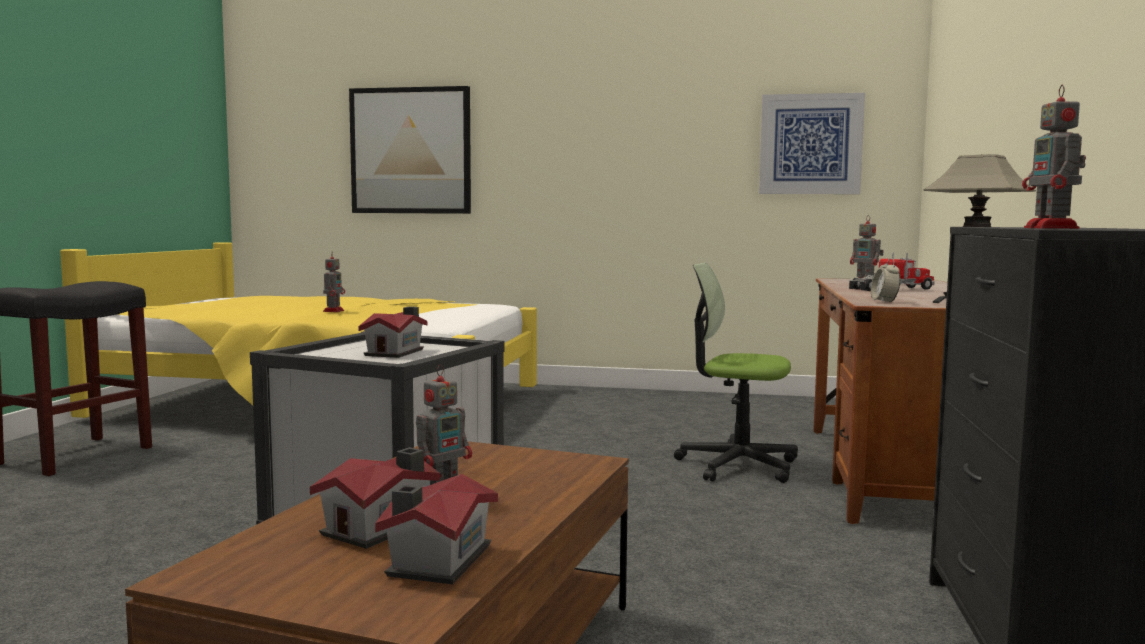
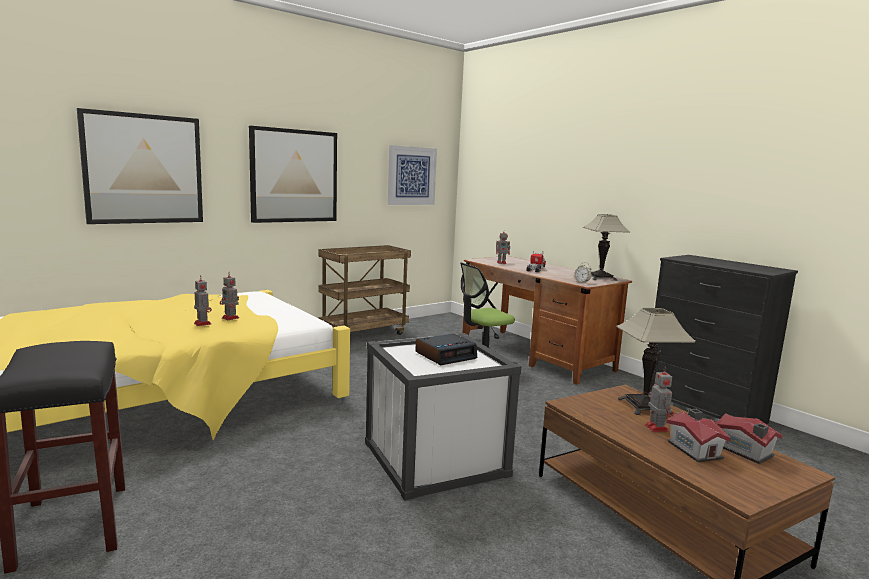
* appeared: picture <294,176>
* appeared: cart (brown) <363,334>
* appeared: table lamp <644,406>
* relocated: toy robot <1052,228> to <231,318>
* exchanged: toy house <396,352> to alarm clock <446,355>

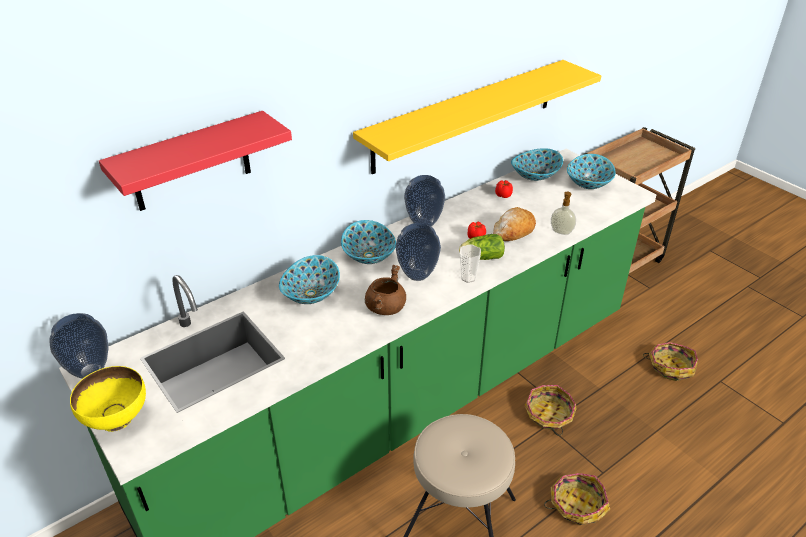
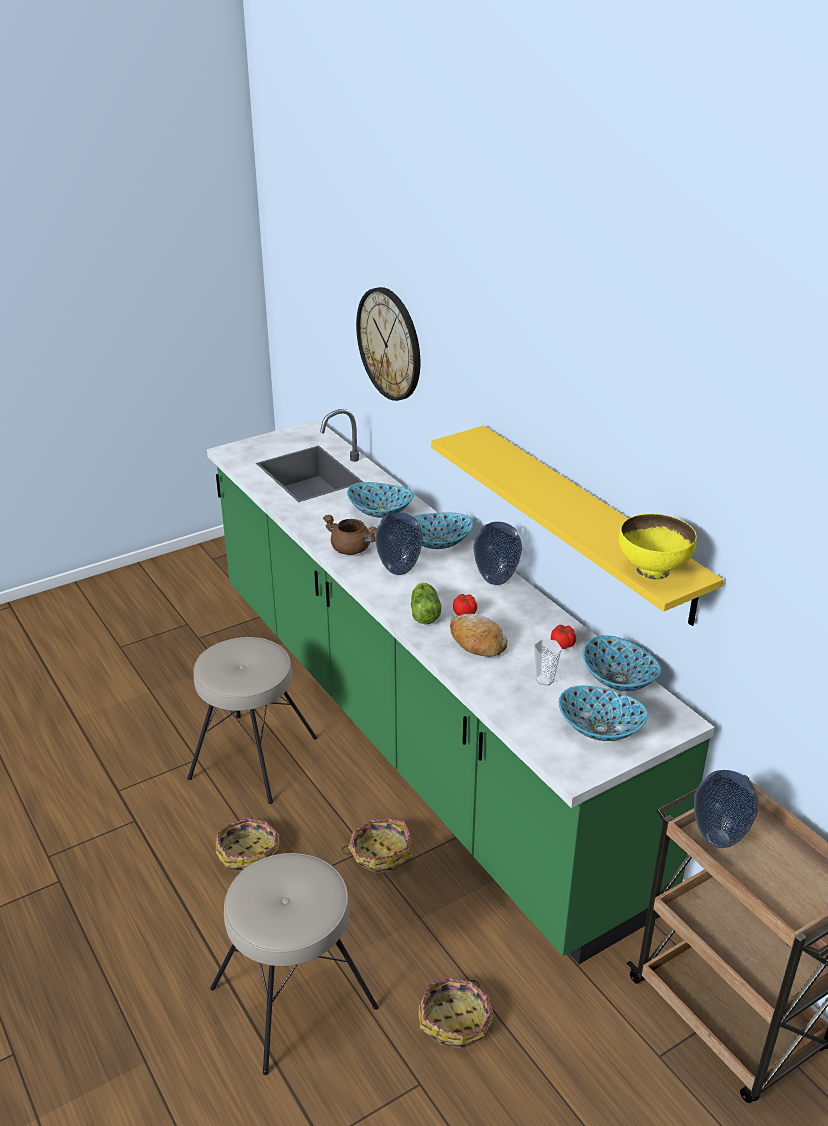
* missing: soap dispenser <561,232>
* appeared: stool (beige) <295,998>
* relocated: vase <90,370> to <719,839>
* relocated: bowl (yellow) <117,420> to <652,571>
* relocated: cup <468,278> to <544,680>
* exchanged: shelf (red) <191,162> to wall clock <390,344>

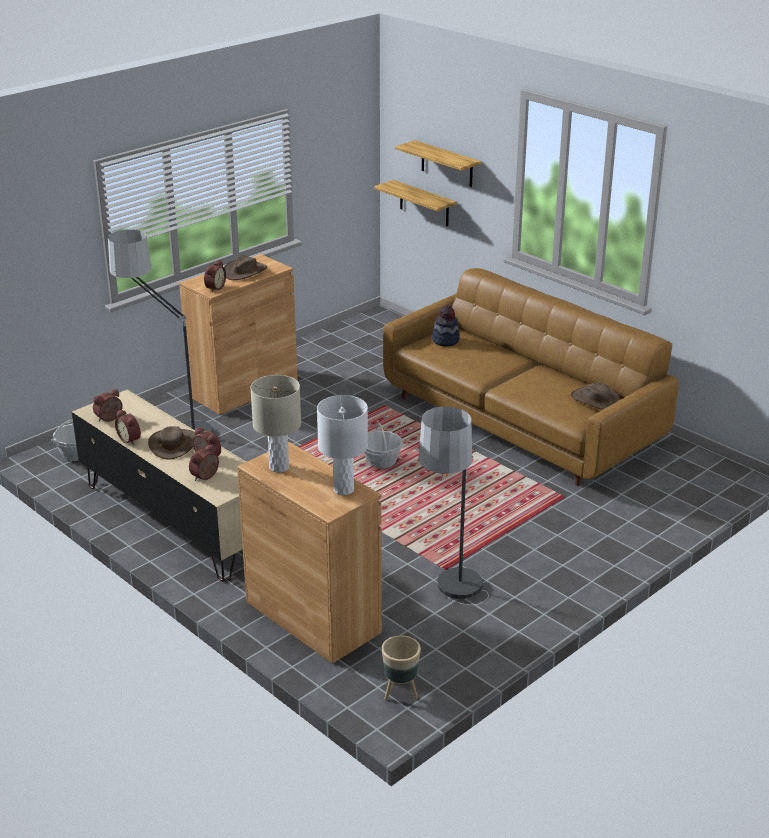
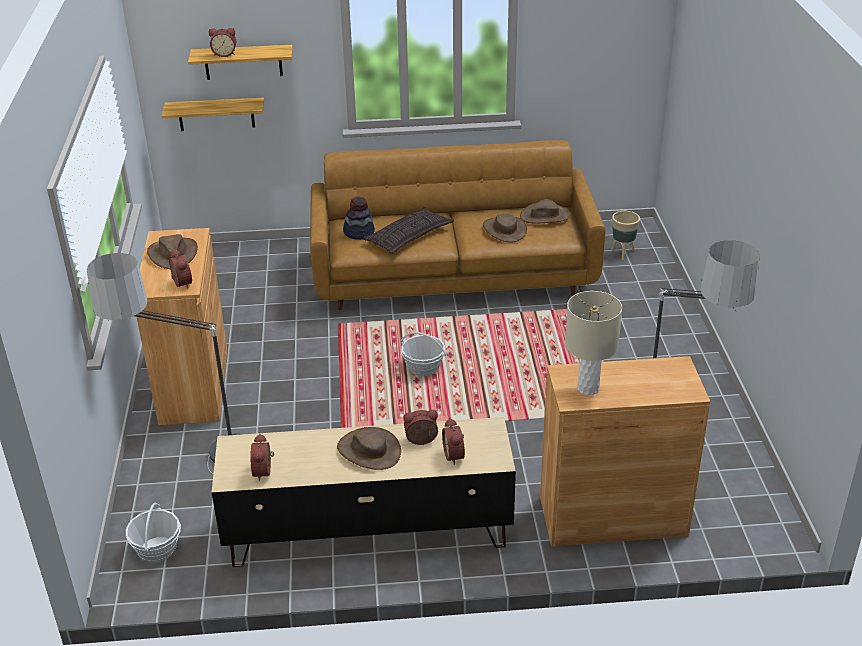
* missing: table lamp (white) <343,490>
* appeared: pillow <409,236>
* appeared: hat (brown) <504,230>
* relocated: alarm clock <130,439> to <224,54>
* relocated: planter (beige) <400,693> to <623,253>

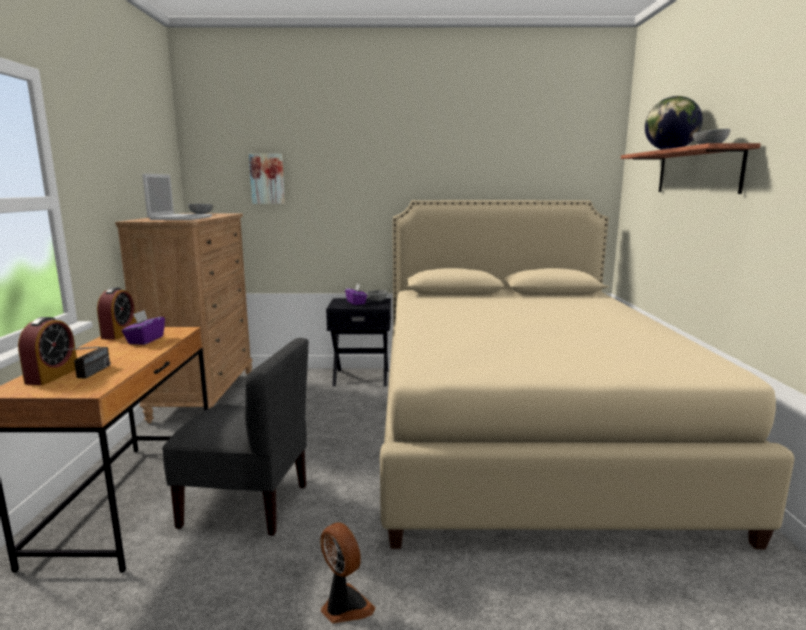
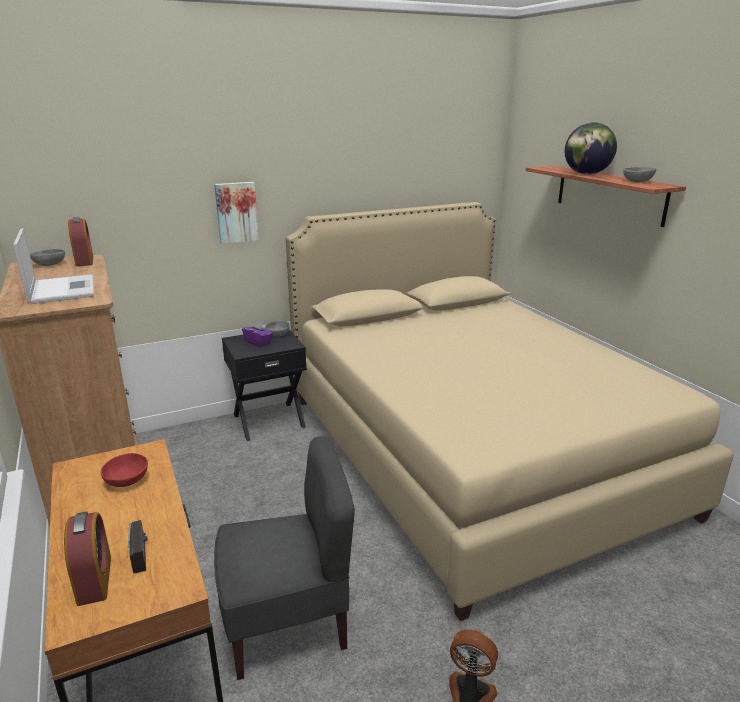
* relocated: alarm clock <119,334> to <84,261>
* relocated: picture <267,179> to <236,212>
* exchanged: tissue box (purple) <145,340> to bowl (red) <127,481>

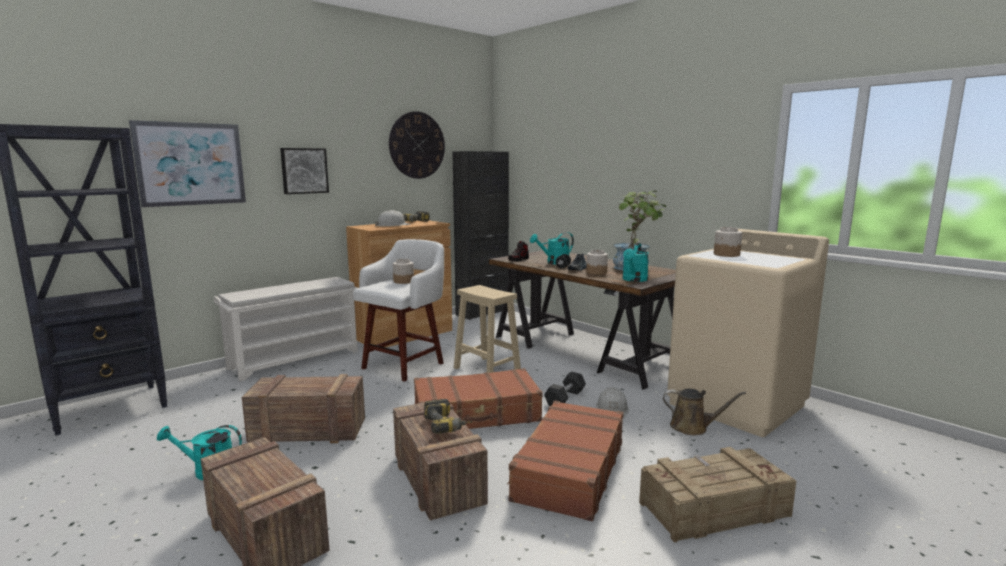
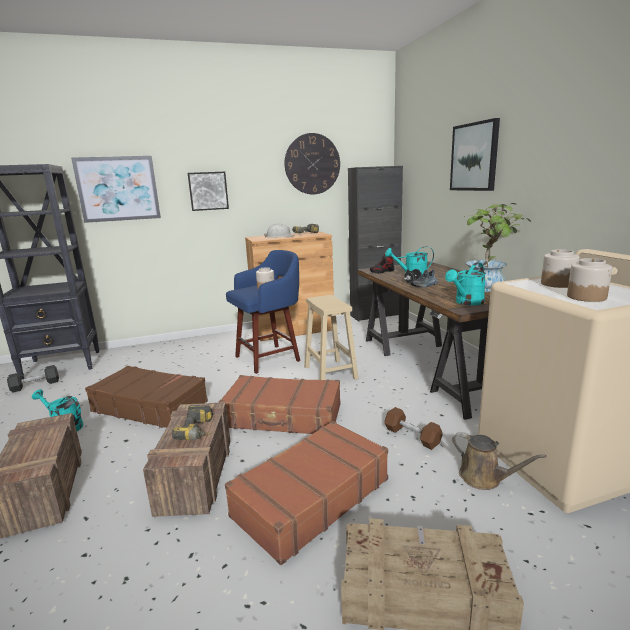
* missing: shoe rack (white) <295,359>
* appeared: picture <474,157>
* relocated: dumbbell (grey) <565,398> to <35,385>
* relocated: jar <596,272> to <586,297>
* exchanged: crate <306,431> to suitcase (brown) <150,406>
* exchanged: hard hat (white) <612,409> to dumbbell (brown) <412,436>
* colour: stool (white) <405,365> to stool (blue) <269,358>

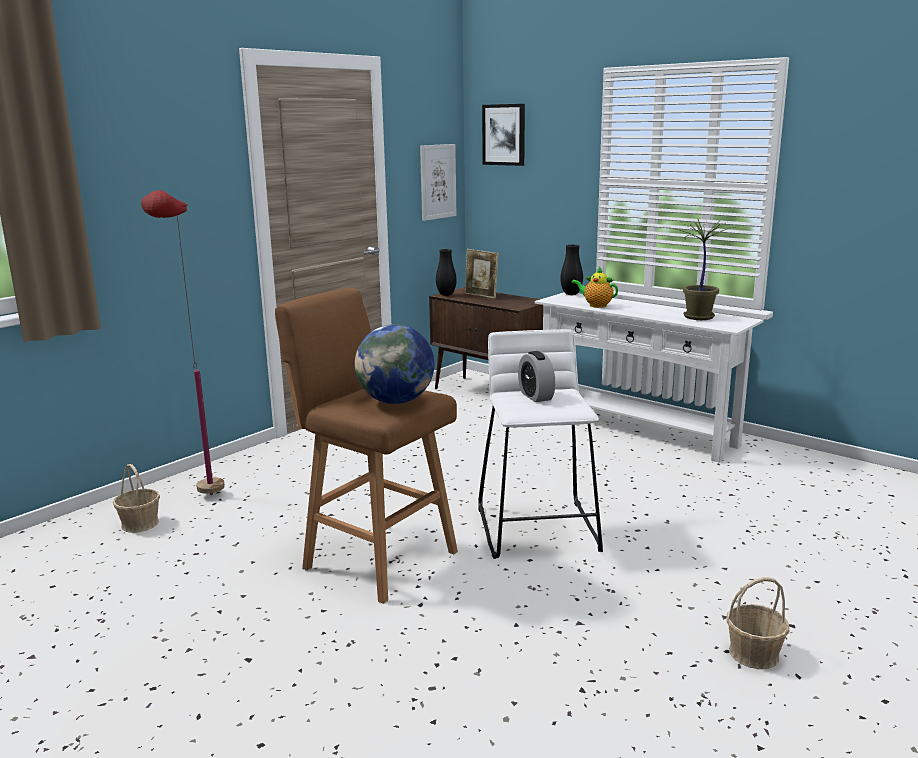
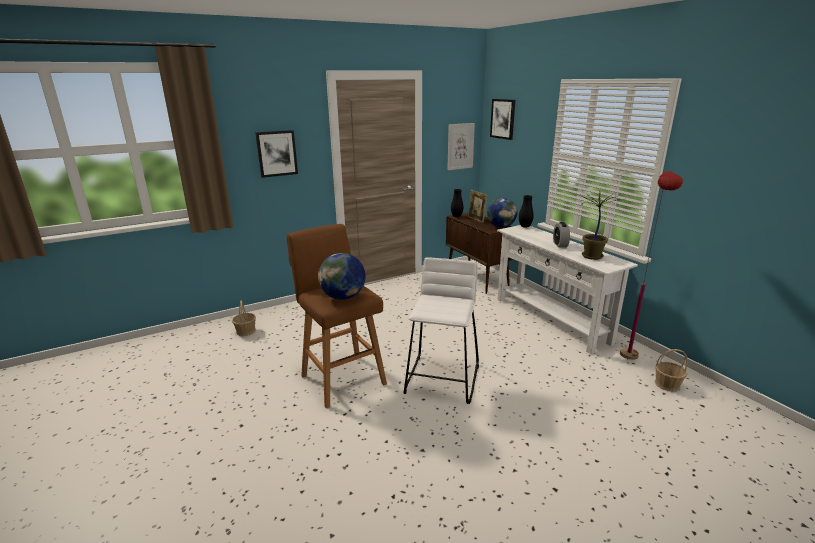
* missing: teapot <596,305>
* appeared: picture <277,153>
* appeared: globe <501,226>
* relocated: floor lamp (red) <205,505> to <629,367>
* relocated: alarm clock <536,396> to <560,244>
* relocated: basket <754,654> to <667,384>

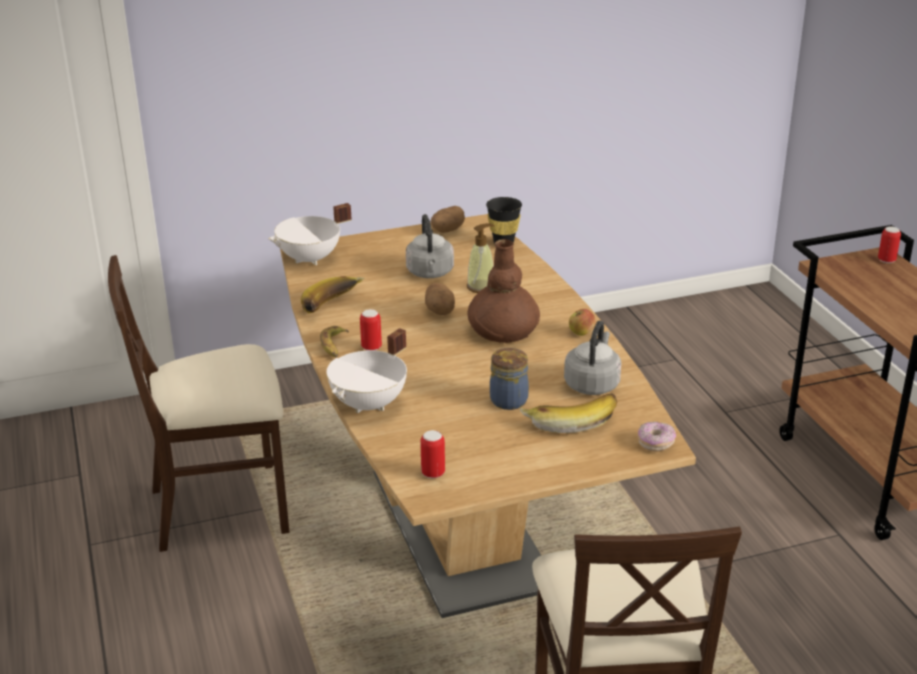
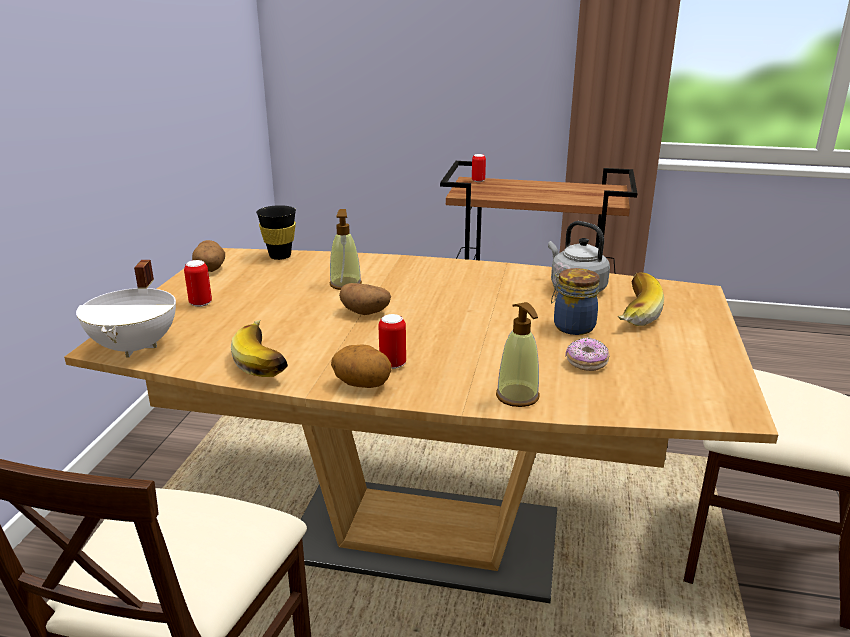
* missing: kettle (grey) <430,273>
* missing: vase (brown) <502,331>
* missing: apple <581,333>
* relocated: can <433,473> to <200,303>
* relocated: donut <655,443> to <586,363>
* exchanged: banana <334,346> to potato <362,384>
* exchanged: cooking pot (white) <370,404> to soap dispenser <517,396>

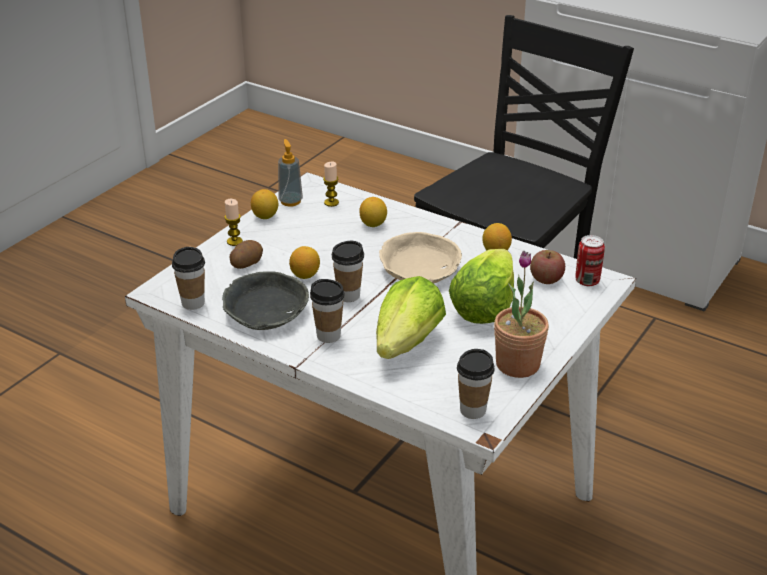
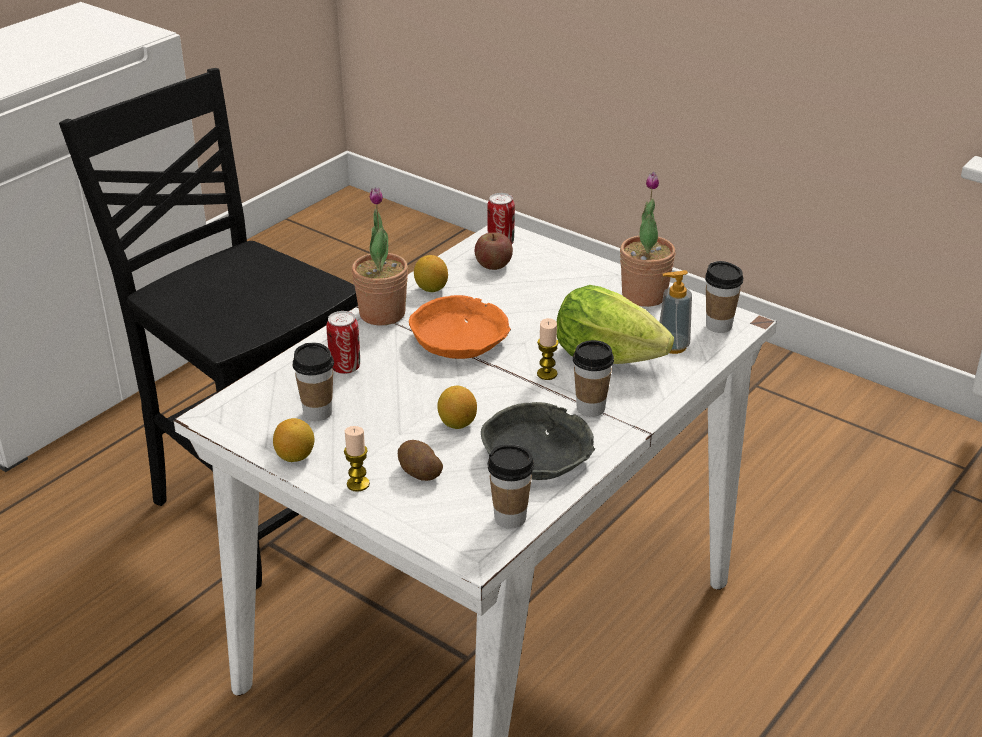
* missing: lettuce <483,308>
* appeared: potted plant <382,314>
* relocated: soap dispenser <290,201> to <672,346>
* relocated: candle <331,202> to <547,374>
* relocated: cup <348,295> to <318,412>
* exchanged: lemon <373,224> to can <345,367>
* colour: bowl (beige) <419,269> to bowl (orange) <460,340>

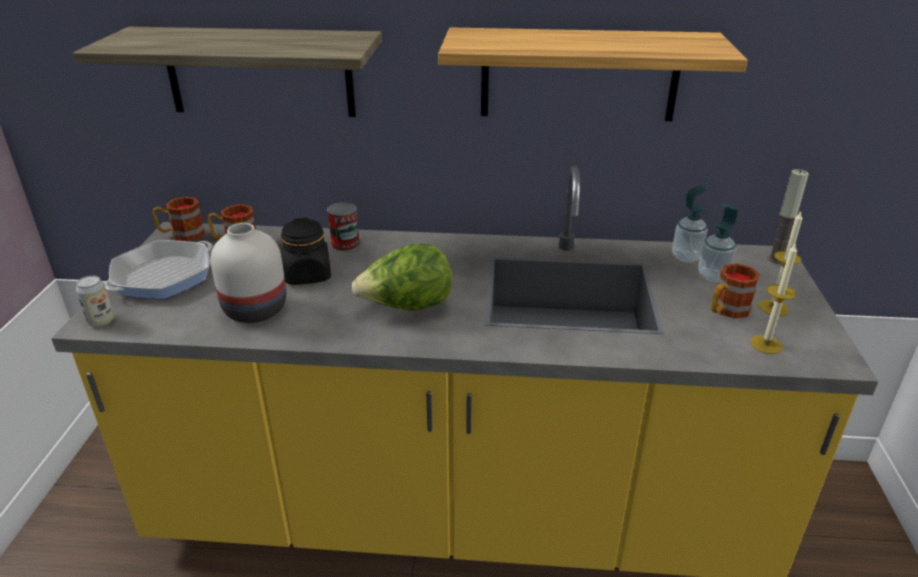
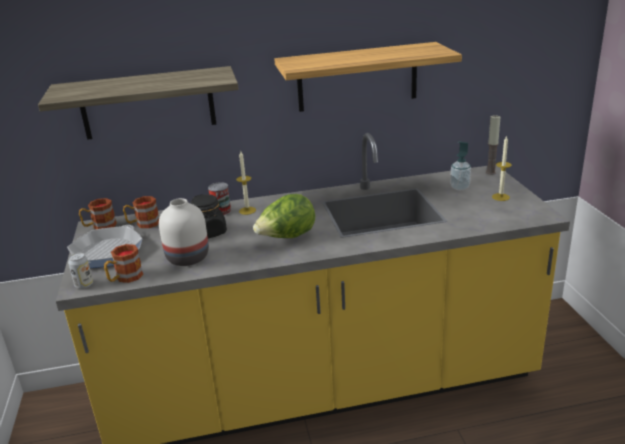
* missing: soap dispenser <686,257>
* relocated: mug <726,310> to <125,278>
* relocated: candle <766,344> to <247,210>

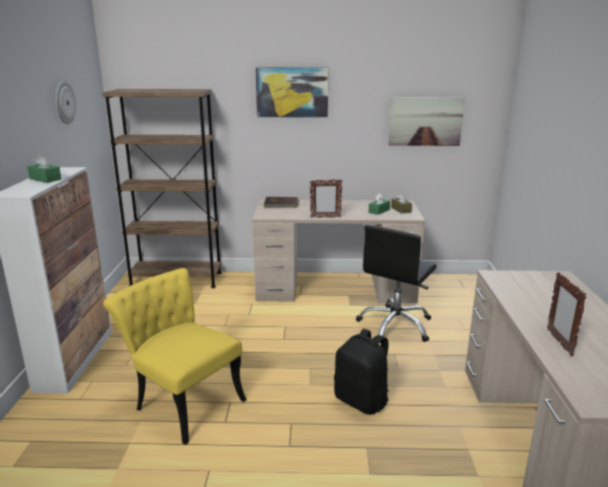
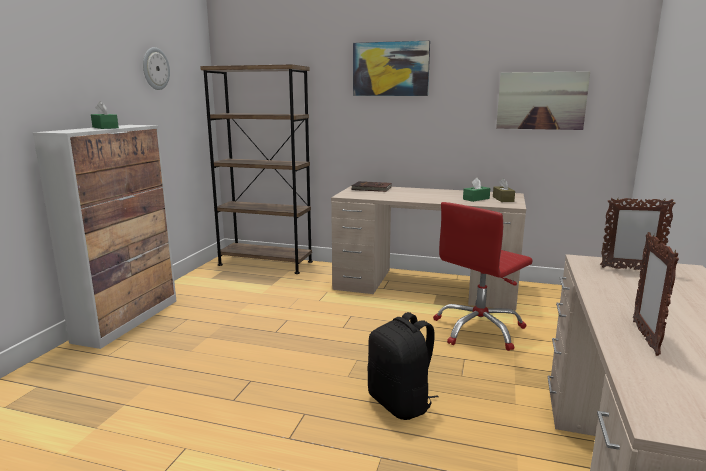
* missing: chair (yellow) <183,401>
* relocated: picture frame <325,217> to <629,269>
* colour: office chair (black) <395,325> to office chair (red) <479,330>

